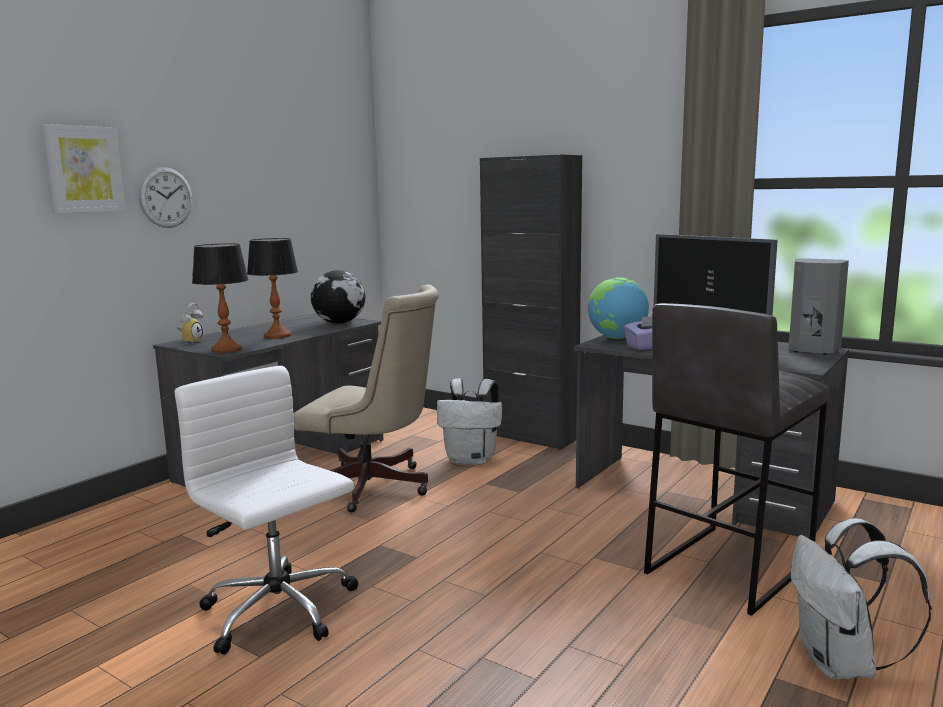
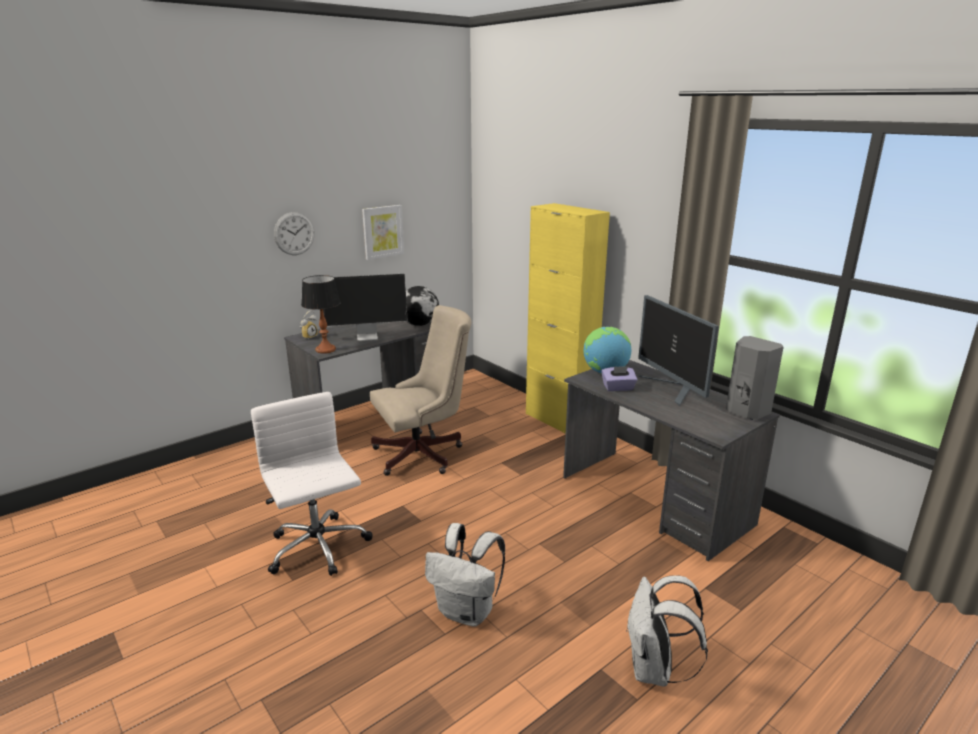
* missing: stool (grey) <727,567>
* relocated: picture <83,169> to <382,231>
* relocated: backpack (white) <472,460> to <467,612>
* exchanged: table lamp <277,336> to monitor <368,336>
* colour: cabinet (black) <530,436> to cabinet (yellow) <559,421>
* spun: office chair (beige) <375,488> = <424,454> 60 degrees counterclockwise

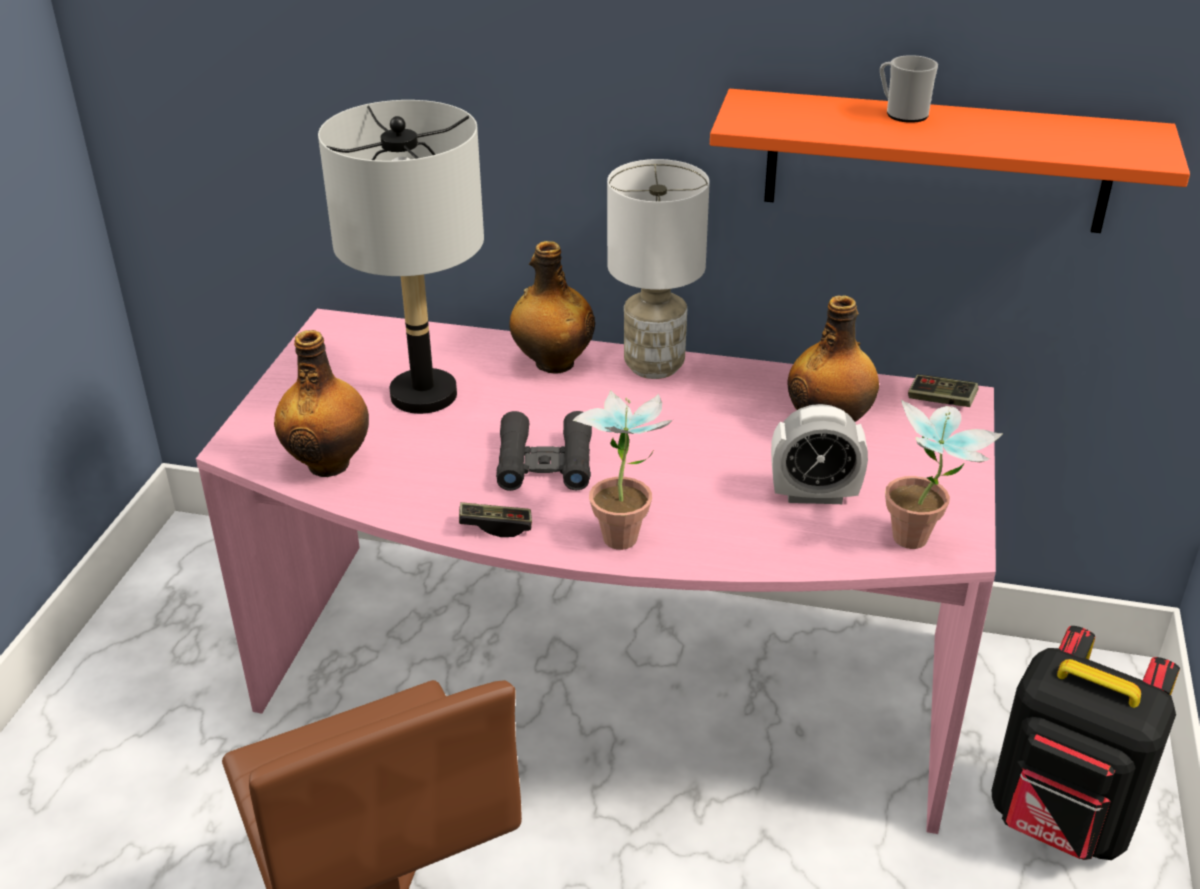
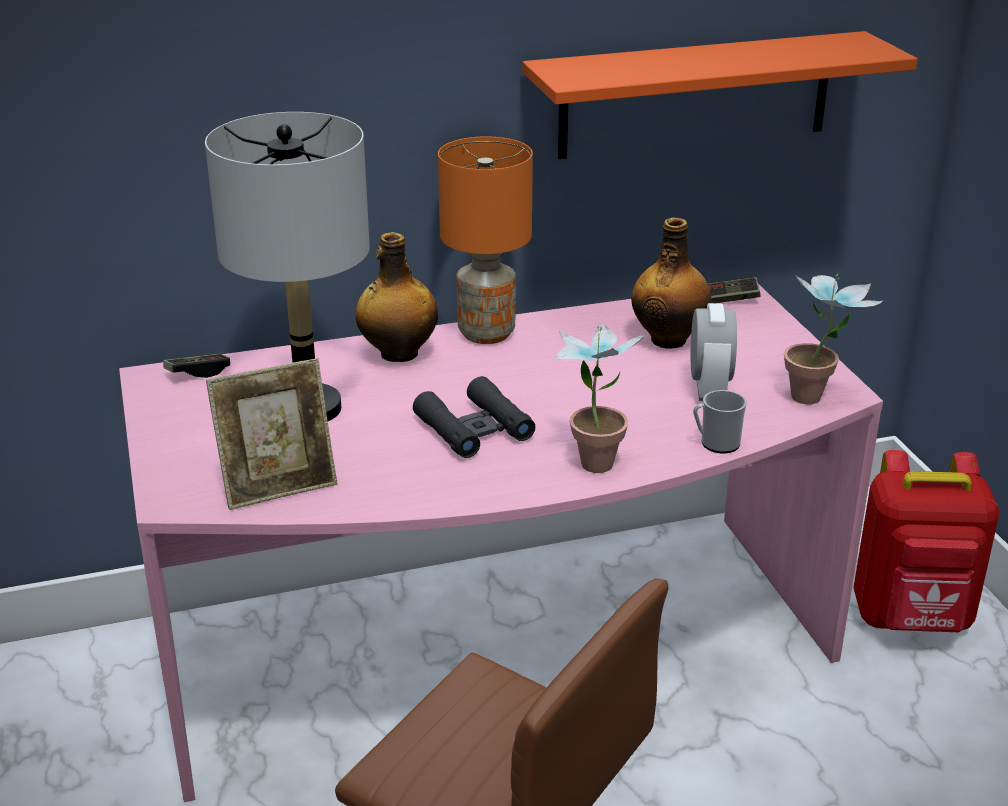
* relocated: game controller <496,527> to <198,373>
* relocated: mug <902,114> to <715,443>
* exchanged: bottle <329,463> to picture frame <279,486>
* colour: table lamp (white) <655,365> to table lamp (orange) <487,333>
* colour: backpack (black) <1060,822> to backpack (red) <912,619>
* spun: alarm clock <814,495> = <709,389> 60 degrees counterclockwise

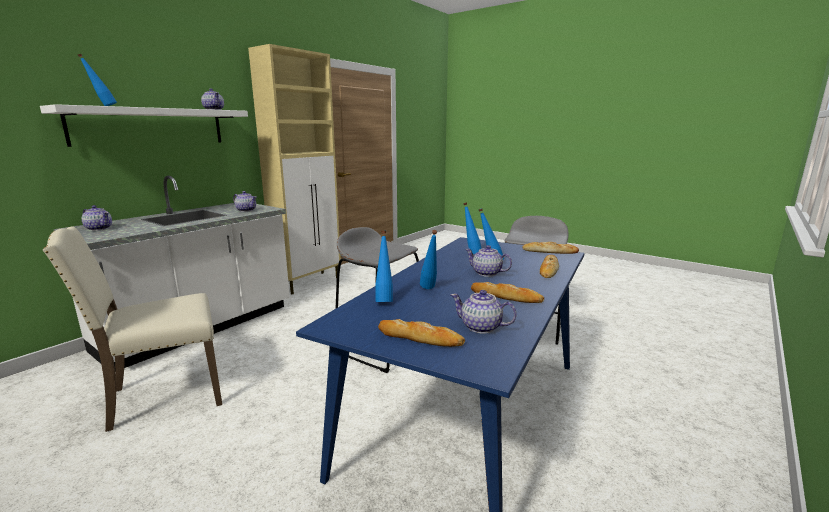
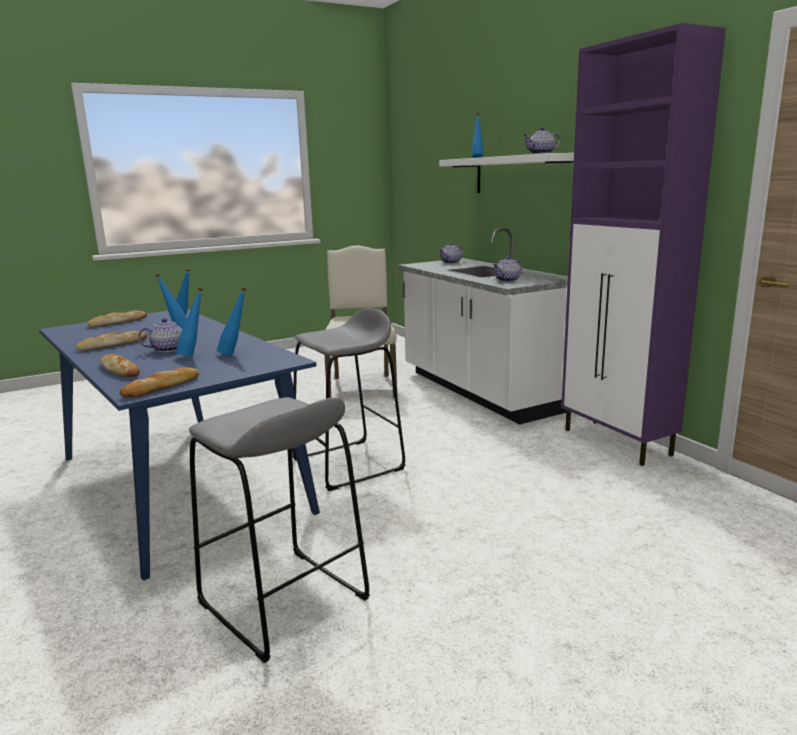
* missing: teapot <481,327>
* colour: cabinet (beige) <309,282> to cabinet (purple) <617,442>

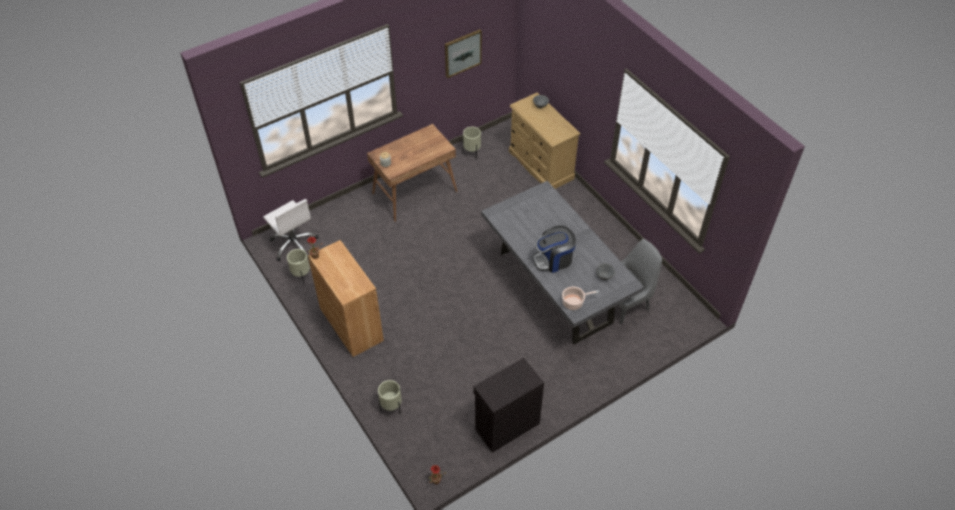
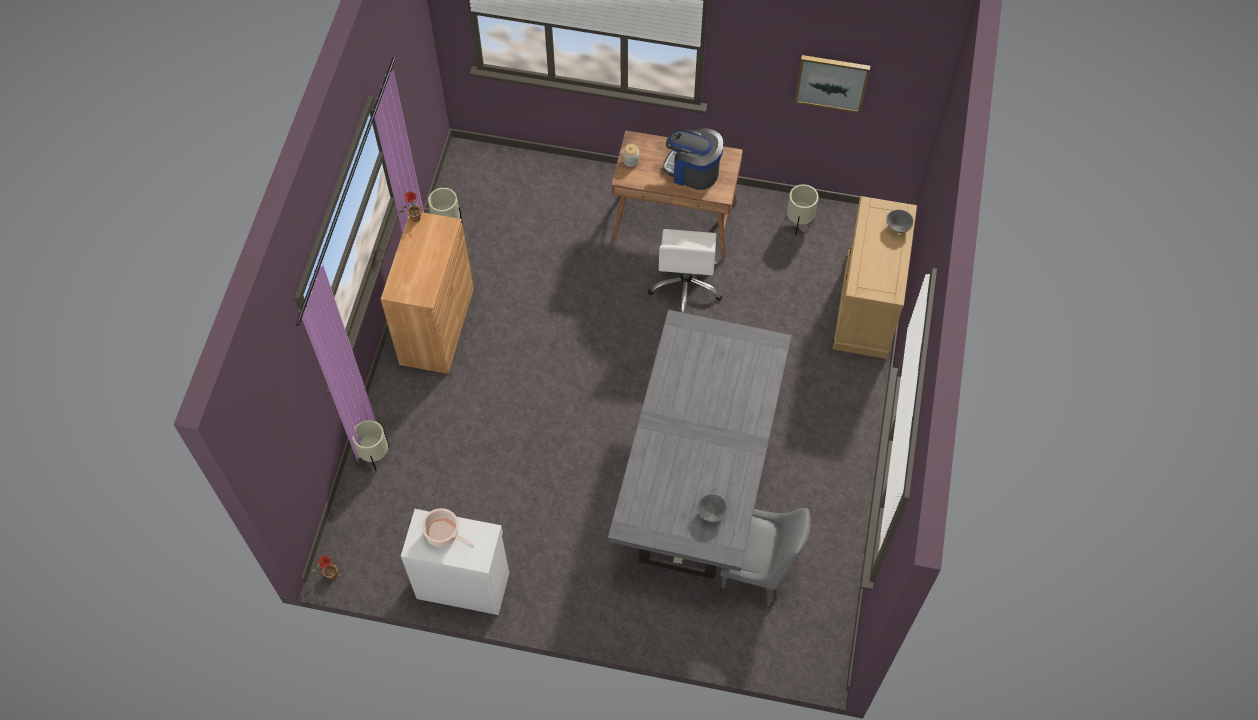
* relocated: office chair (white) <294,244> to <686,286>
* relocated: coffee machine <553,259> to <692,171>
* relocated: cooking pot <574,302> to <444,534>
* colour: cabinet (black) <506,425> to cabinet (white) <463,584>

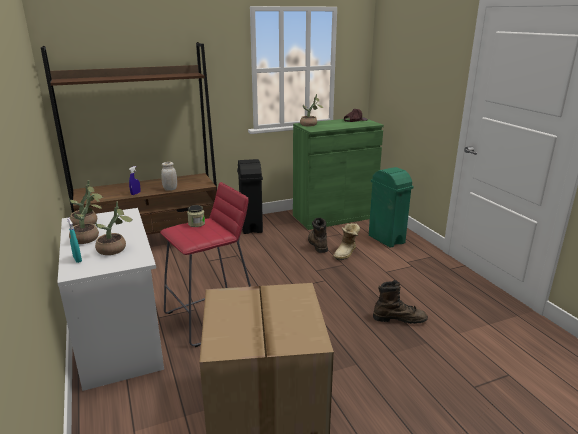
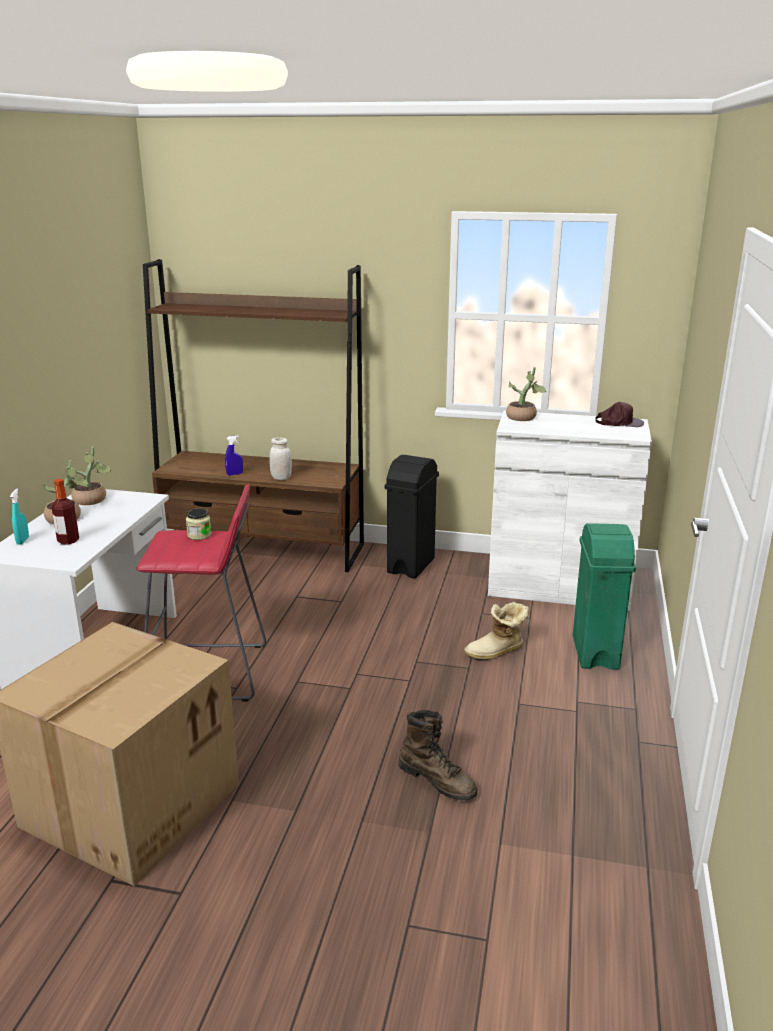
* missing: boot (brown) <317,244>
* exchanged: potted plant <115,249> to bottle <68,541>
* colour: cabinet (green) <334,216> to cabinet (white) <558,587>

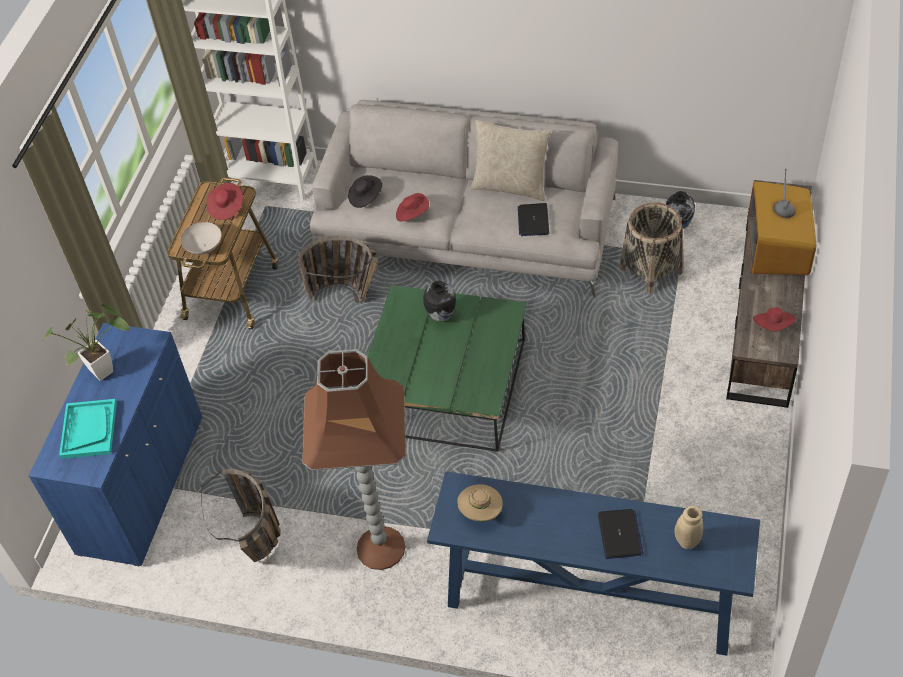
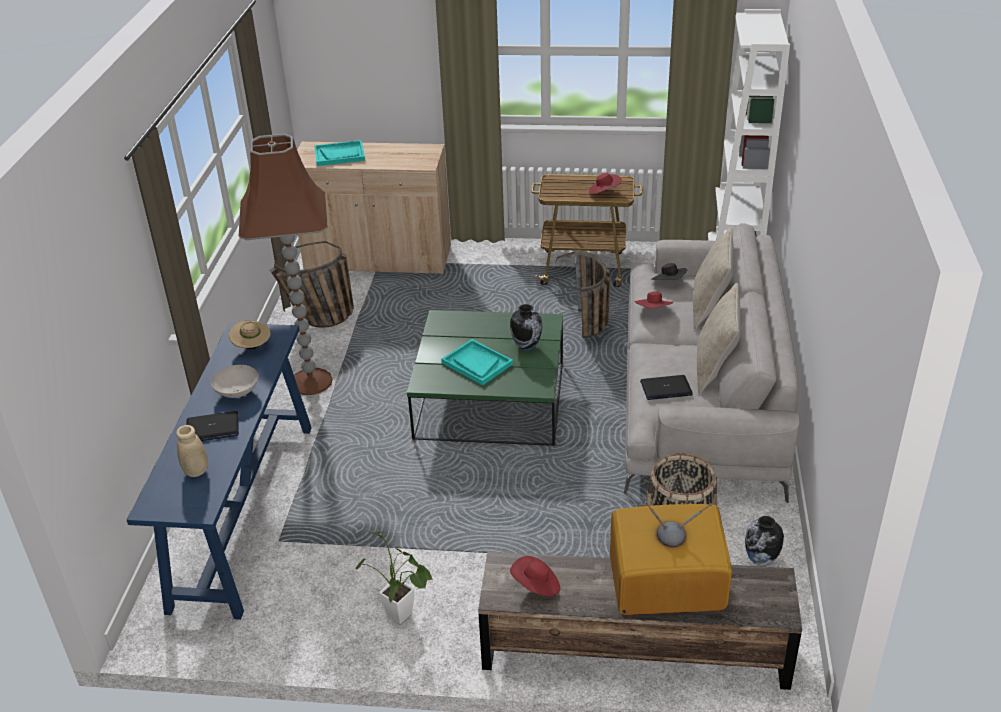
* appeared: tray (turquoise) <477,363>
* appeared: pillow (beige) <710,308>
* relocated: potted plant <107,369> to <403,618>
* relocated: bowl (white) <203,247> to <238,392>
* colour: cabinet (blue) <142,485> to cabinet (beige) <378,259>

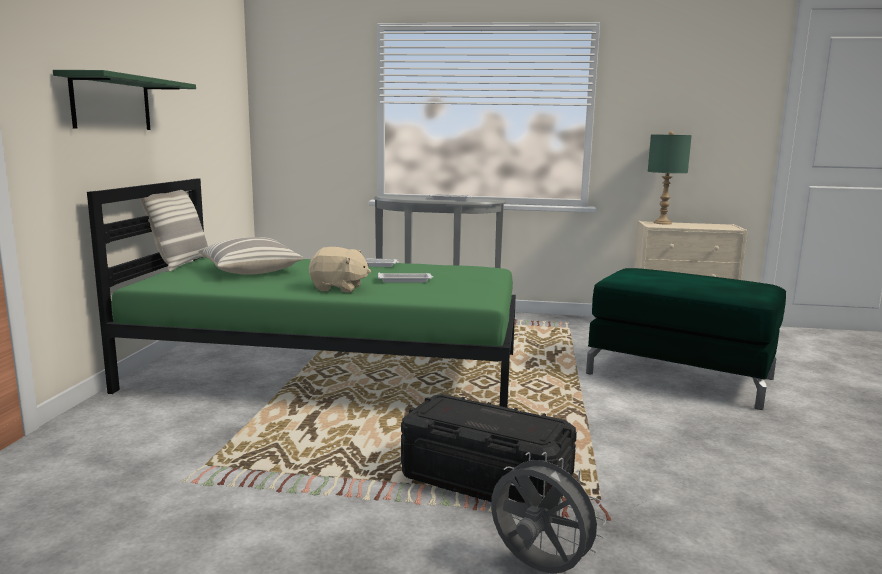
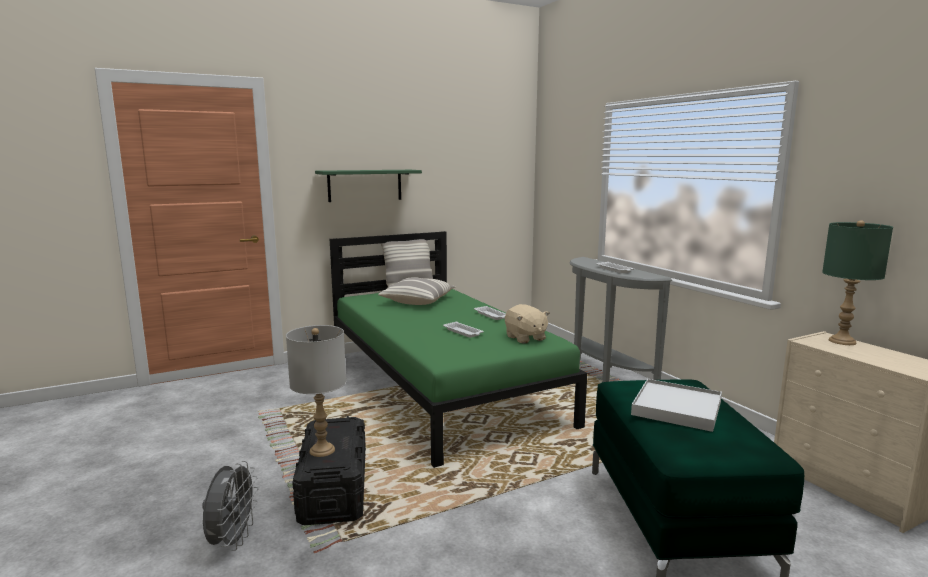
* appeared: table lamp (grey) <322,450>
* appeared: tray (white) <676,408>
* relocated: plush toy (beige) <338,288> to <525,338>

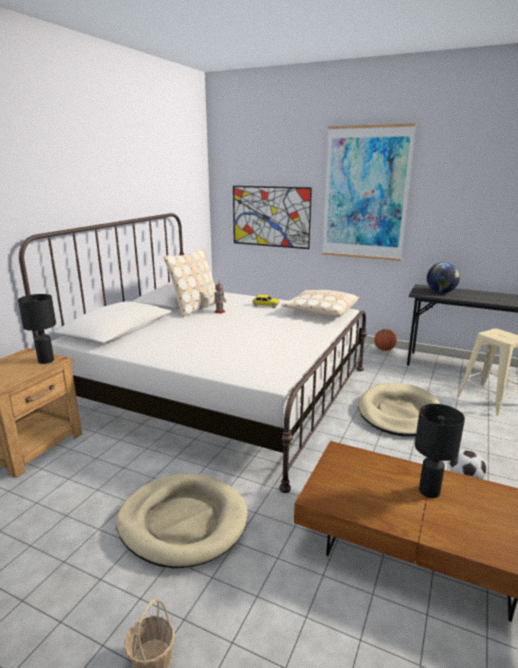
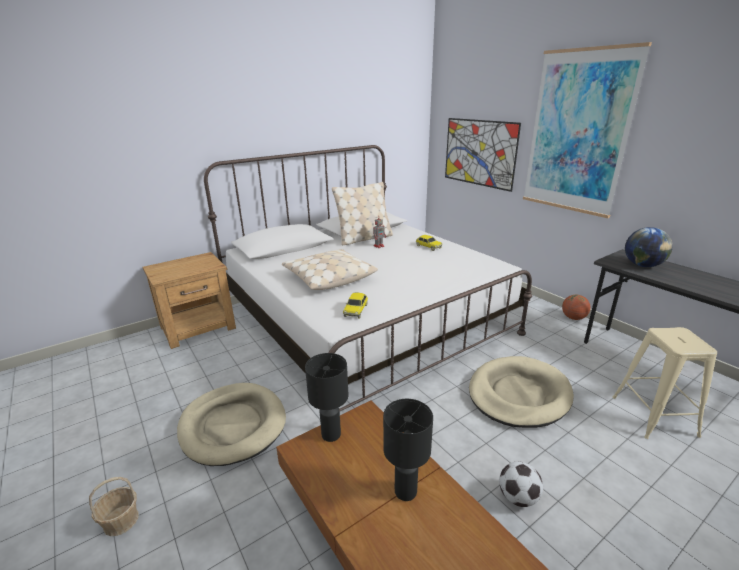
* appeared: toy car <356,310>
* relocated: table lamp (black) <45,360> to <330,434>
* relocated: pillow (beige) <320,311> to <328,278>

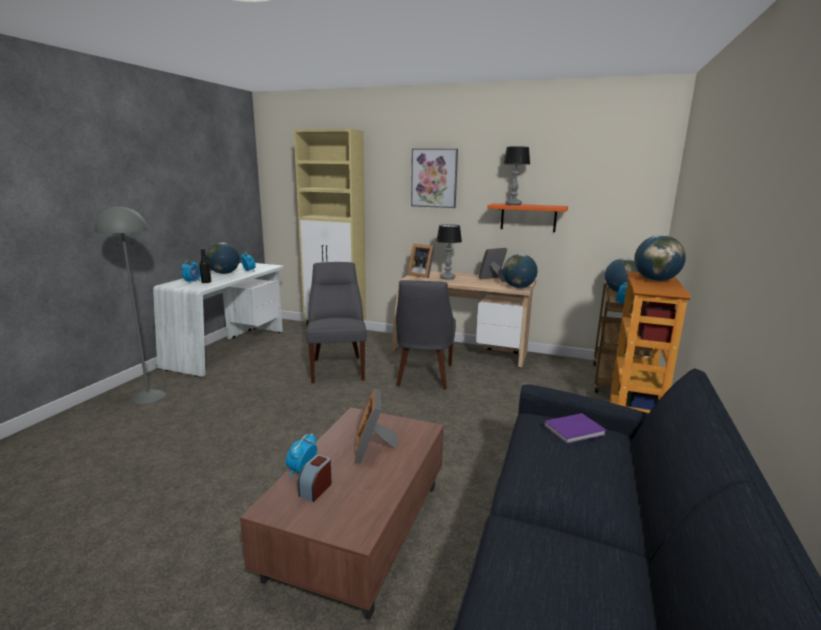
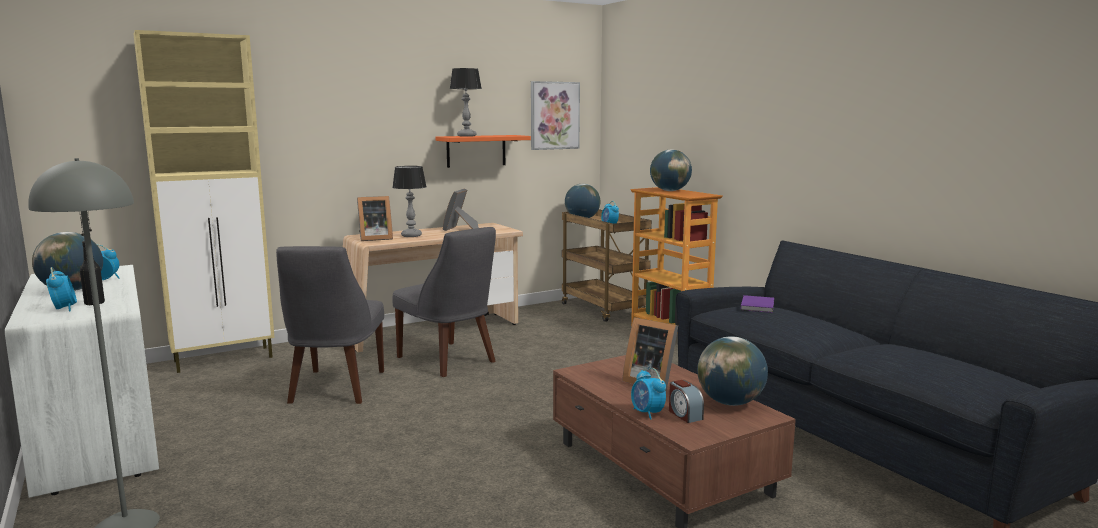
* relocated: picture <434,178> to <554,115>
* relocated: globe <518,287> to <730,402>
* spun: chair (grey) <337,368> = <335,388> 120 degrees counterclockwise

